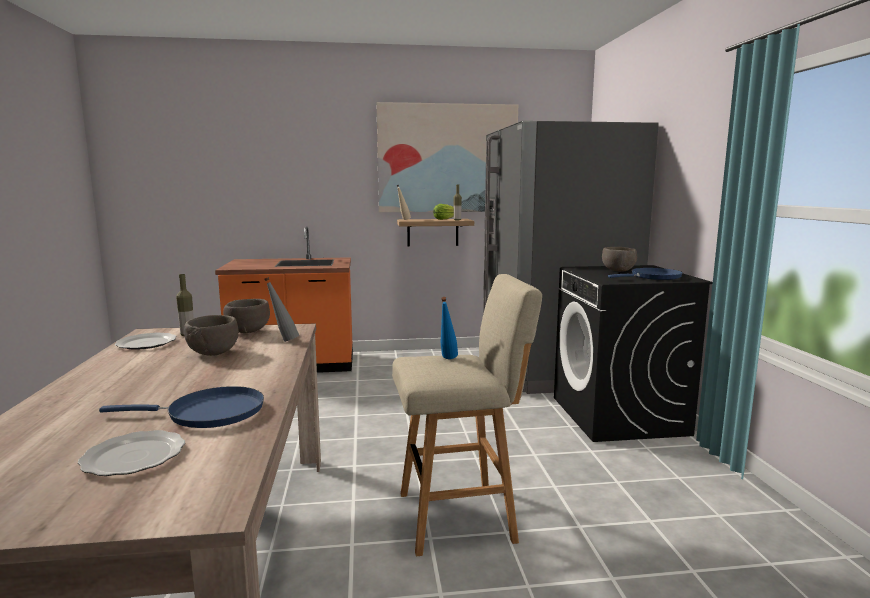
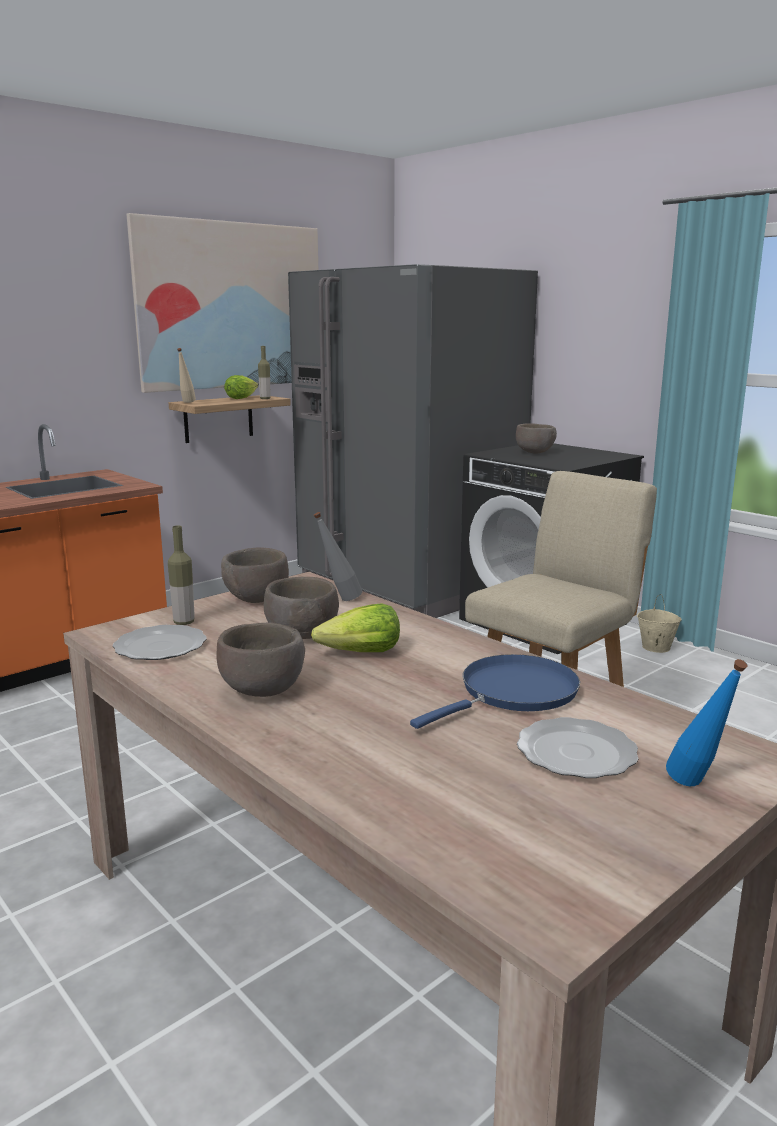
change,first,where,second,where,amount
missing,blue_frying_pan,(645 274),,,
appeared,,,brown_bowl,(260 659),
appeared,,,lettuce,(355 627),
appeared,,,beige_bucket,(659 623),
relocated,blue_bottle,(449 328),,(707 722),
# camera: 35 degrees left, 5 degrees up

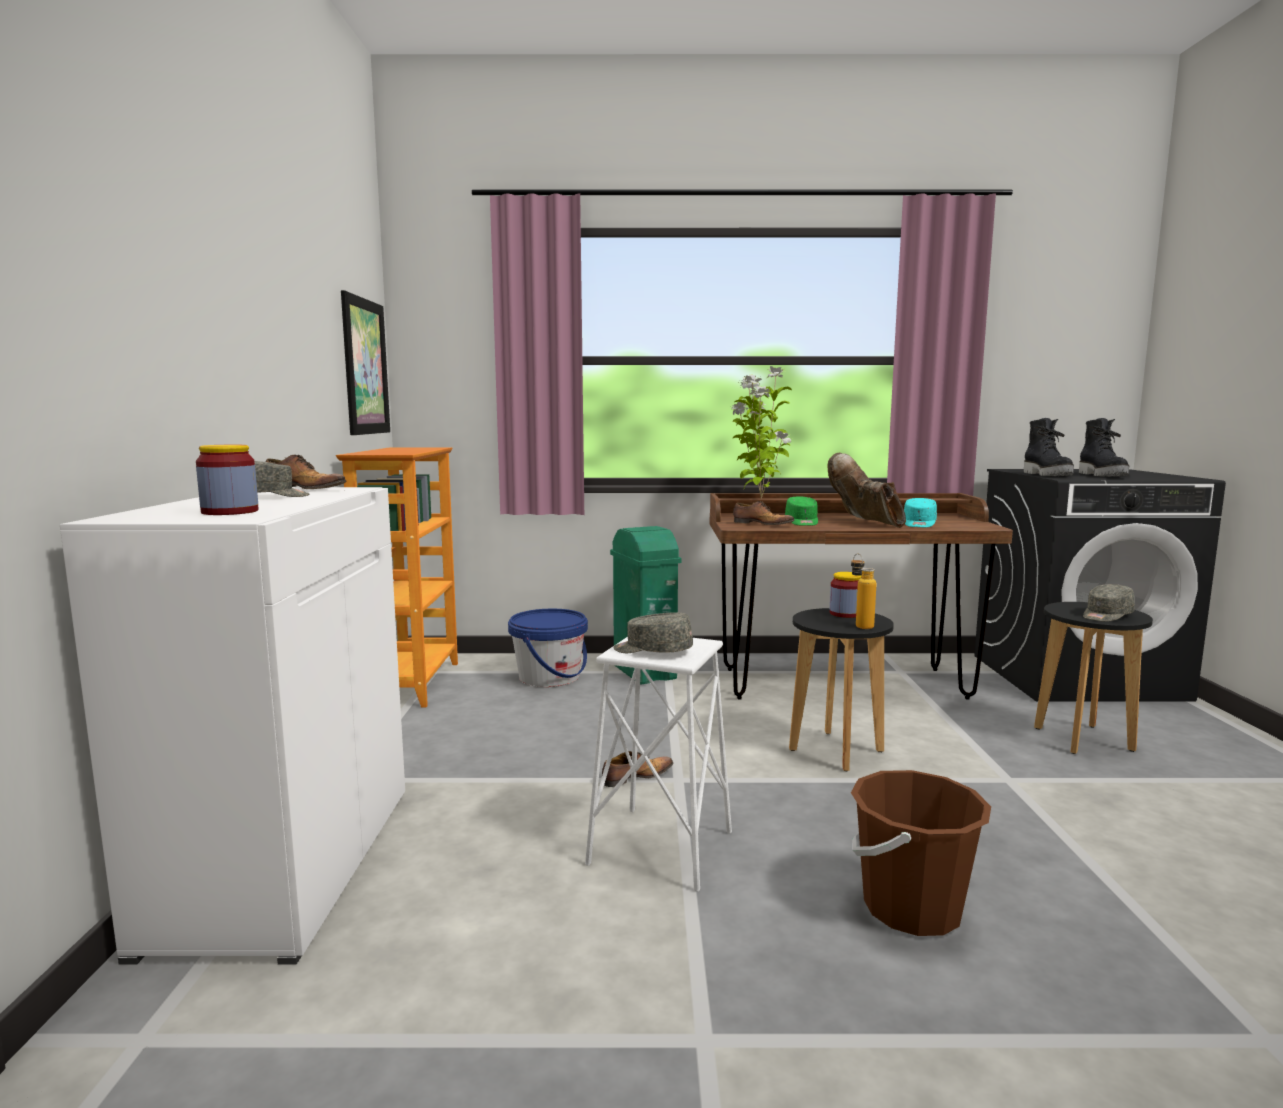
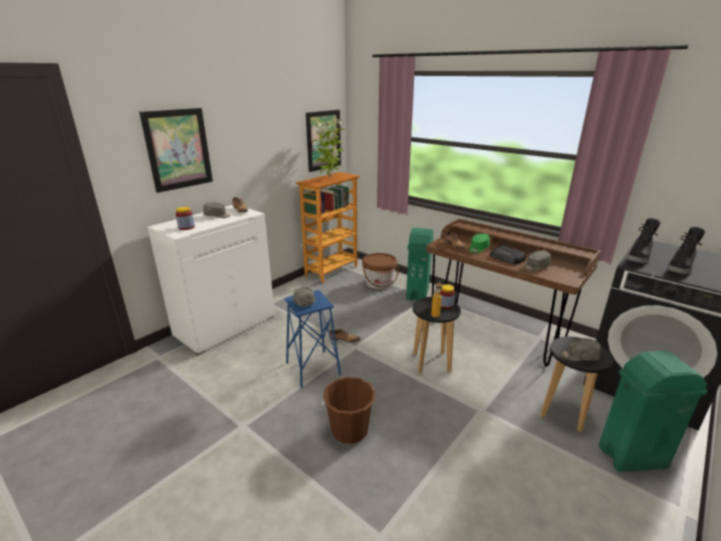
change,first,where,second,where,amount
appeared,,,picture,(176 150),
appeared,,,green_trash_can,(653 411),
relocated,potted_plant,(761 432),,(328 148),
exchanged,brown_boot,(866 490),radio,(508 254),
colour,blue_bucket,(548 648),brown_bucket,(380 271),
colour,white_stool,(658 764),blue_stool,(313 339),
colour,turquoise_cap,(920 512),grey_cap,(537 261),
# camera: 40 degrees right, 15 degrees up

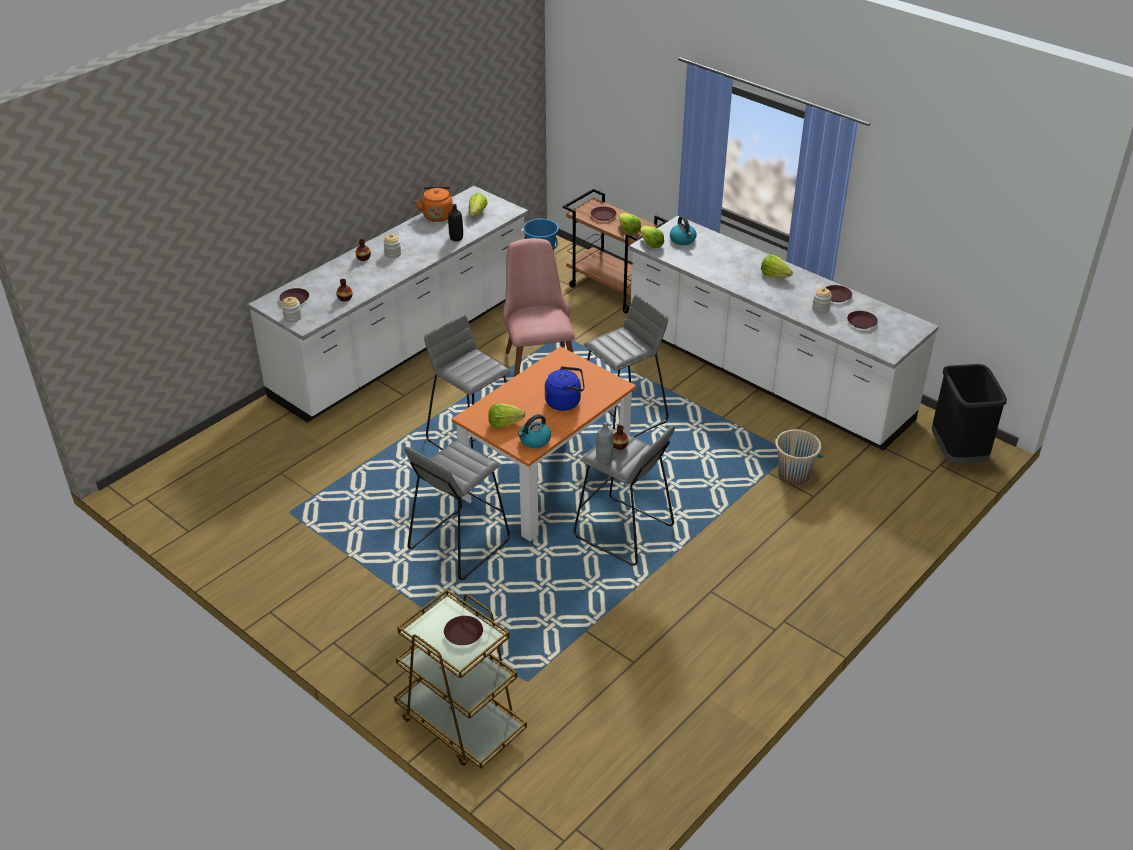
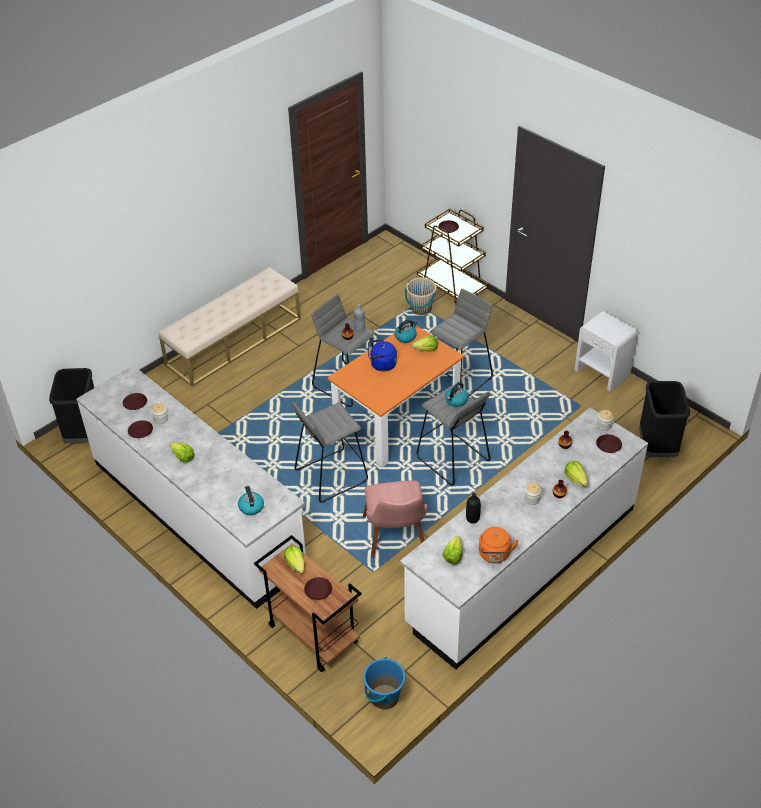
change,first,where,second,where,amount
appeared,,,beige_bench,(229 327),
appeared,,,kettle,(456 394),
appeared,,,white_nightstand,(606 351),
appeared,,,black_trash_can,(664 419),
relocated,lettuce,(652 237),,(576 474),
relocated,beige_bucket,(799 457),,(421 296),
# camera: 175 degrees left, 5 degrees up

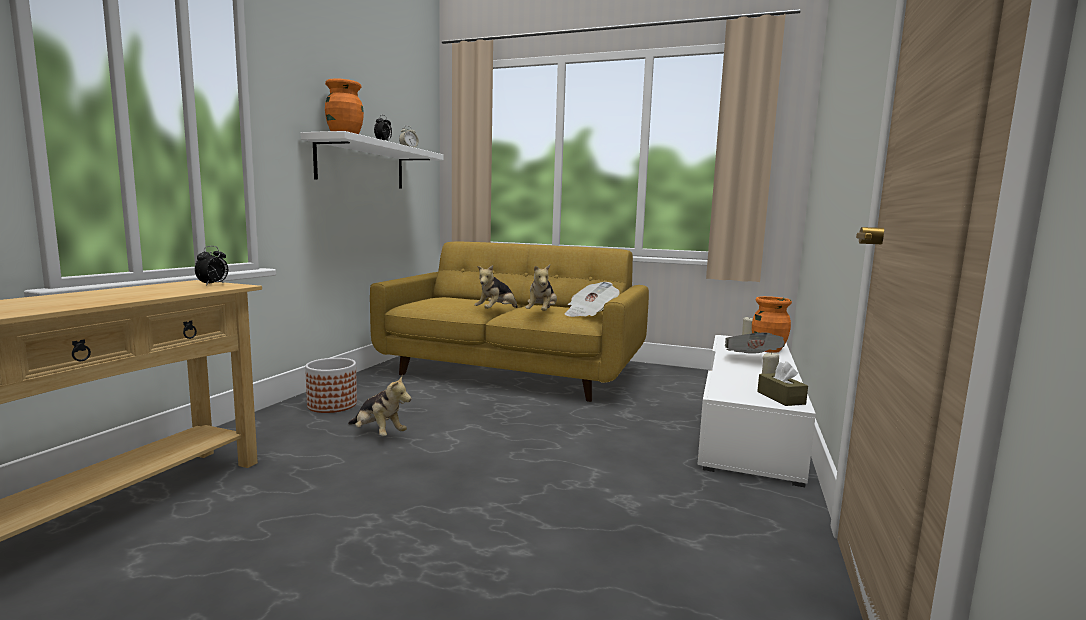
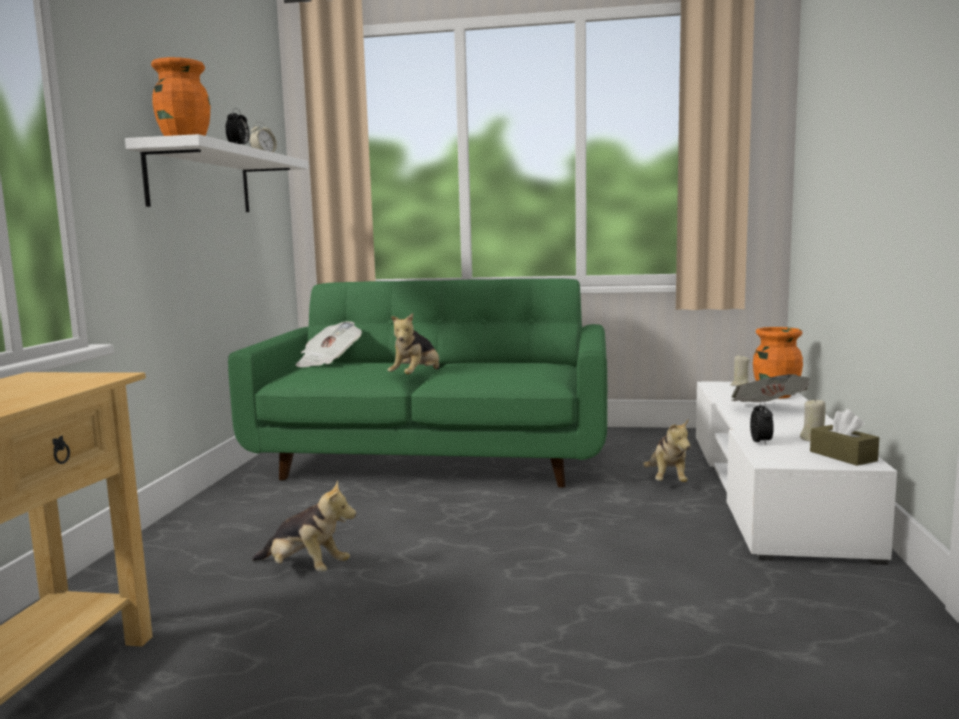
change,first,where,second,where,amount
missing,planter,(331 385),,,
relocated,alarm_clock,(211 266),,(762 423),
relocated,plush_toy,(541 288),,(667 450),
relocated,newspaper,(592 299),,(329 344),
colour,yellow_sofa,(509 322),green_sofa,(417 383),
# camera: 10 degrees left, 0 degrees up

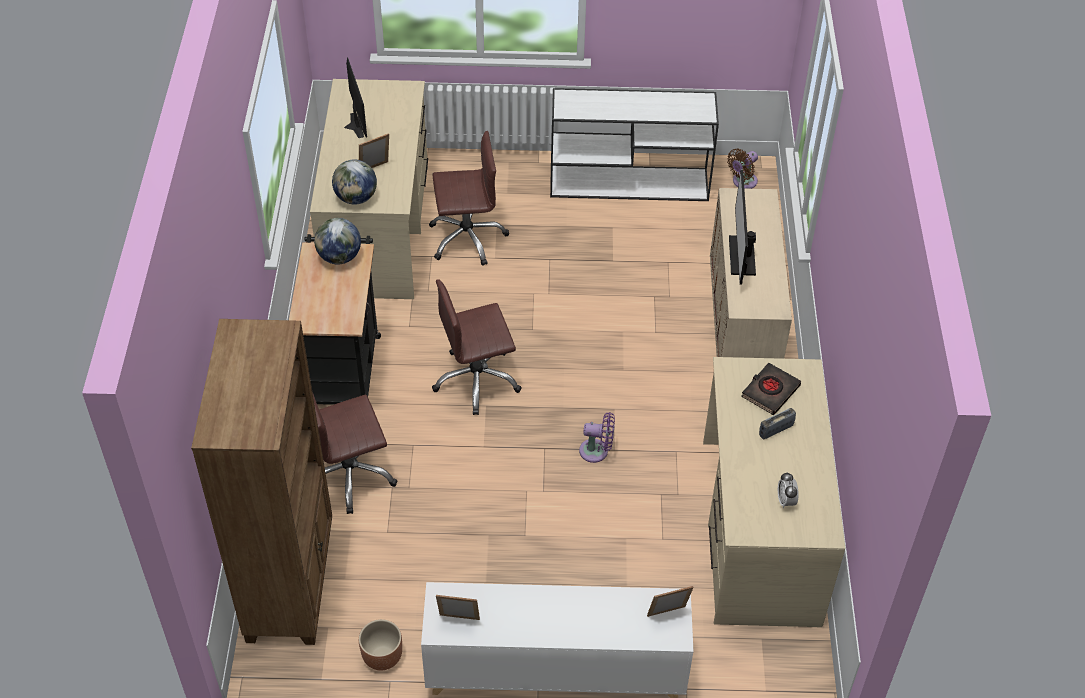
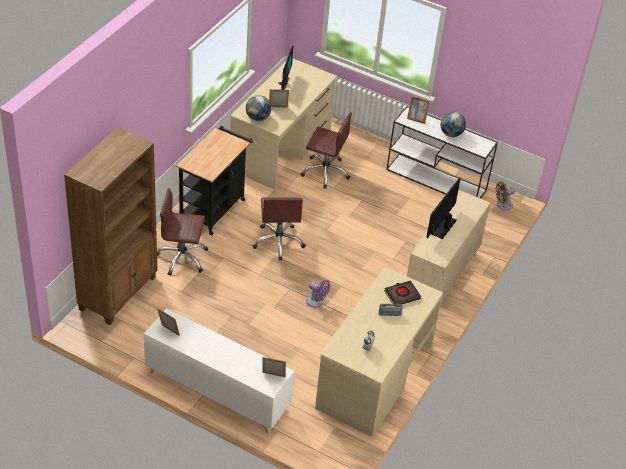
change,first,where,second,where,amount
missing,brown_planter,(380 644),,,
appeared,,,picture_frame,(418 110),
relocated,globe,(337 241),,(453 124),
spun,brown_office_chair,(477 347),,(279 229),105 degrees counterclockwise
# camera: 25 degrees right, 5 degrees down

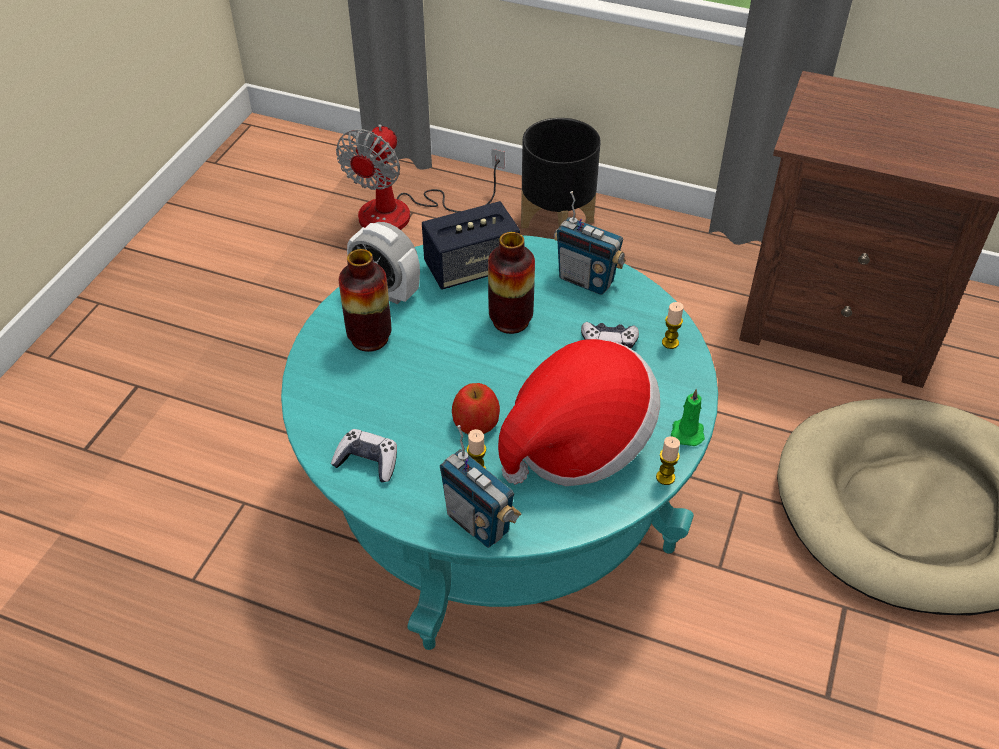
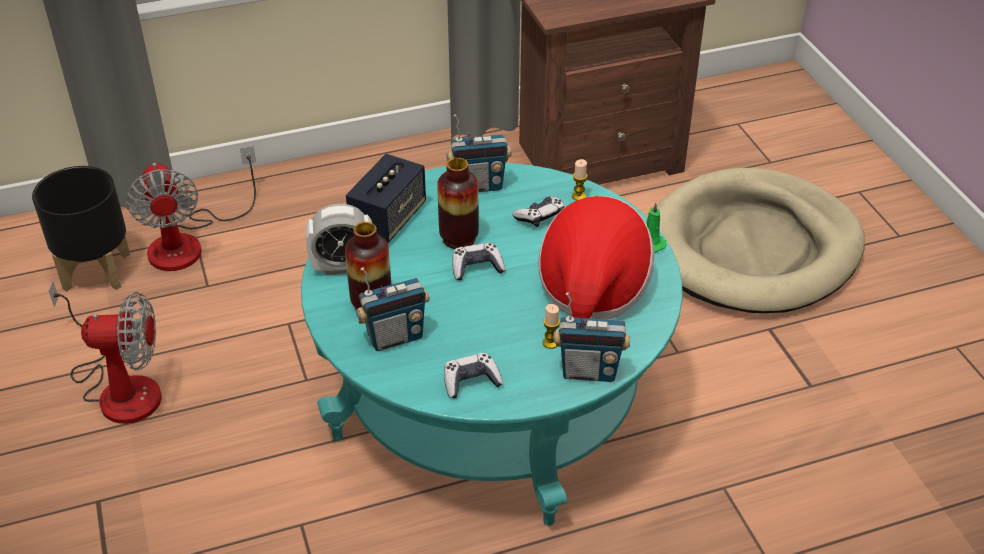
change,first,where,second,where,amount
missing,apple,(476 408),,,
missing,candle,(668 460),,,
appeared,,,fan,(105 352),
appeared,,,radio,(393 309),
appeared,,,game_controller,(478 261),
relocated,black_planter,(561 173),,(81 228),
# camera: 40 degrees left, 5 degrees down

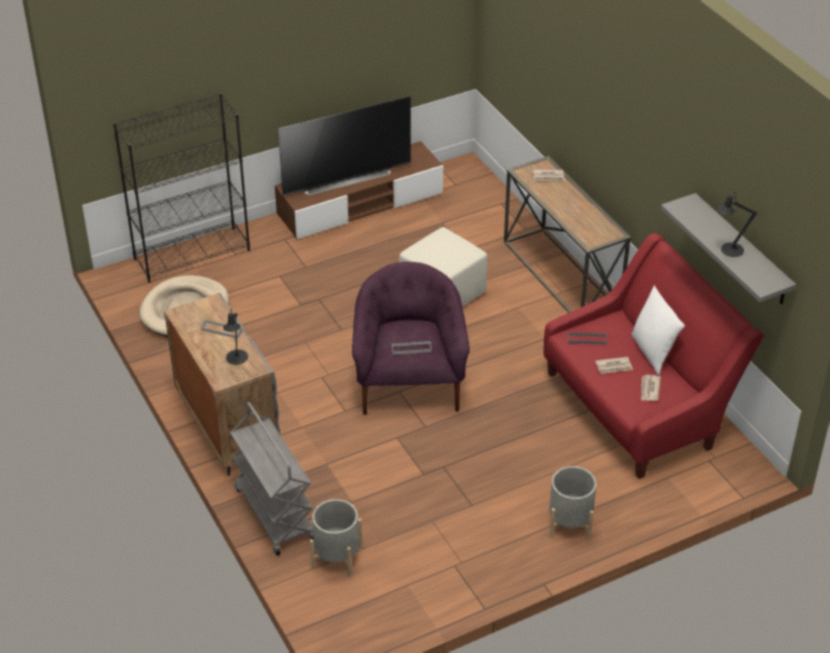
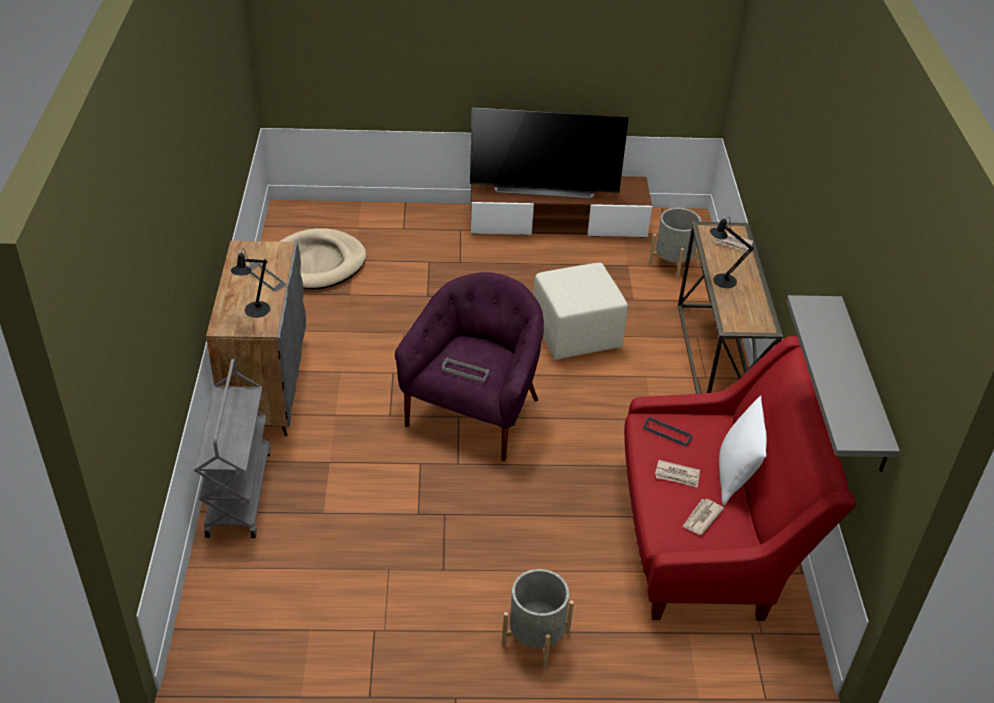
change,first,where,second,where,amount
missing,black_bookcase,(181 188),,,
relocated,grey_planter,(336 538),,(675 243),
relocated,black_table_lamp,(737 225),,(732 252),
# camera: 25 degrees right, 0 degrees up

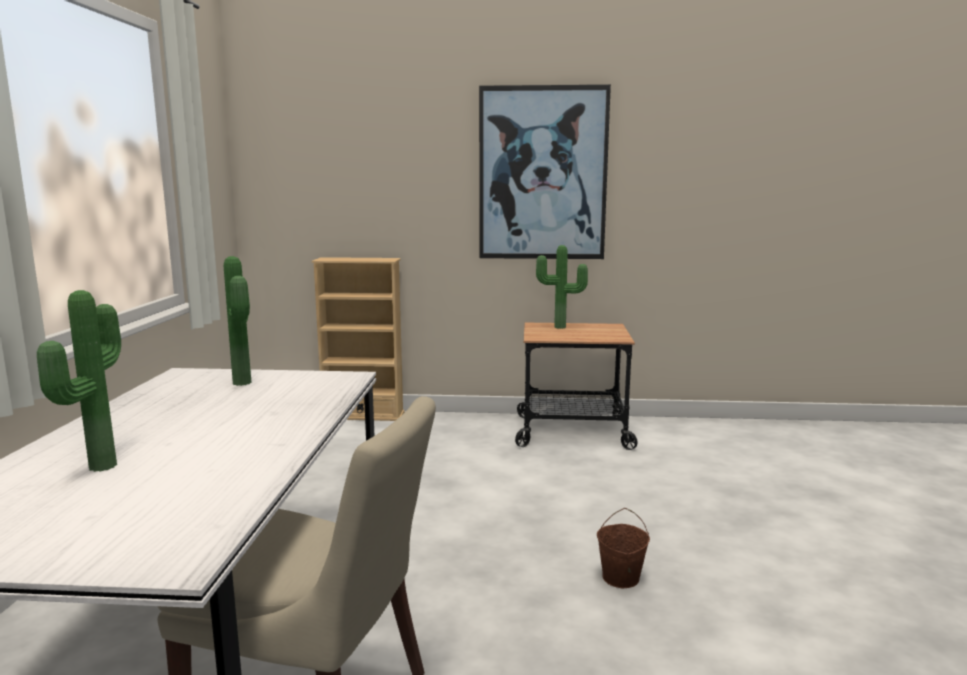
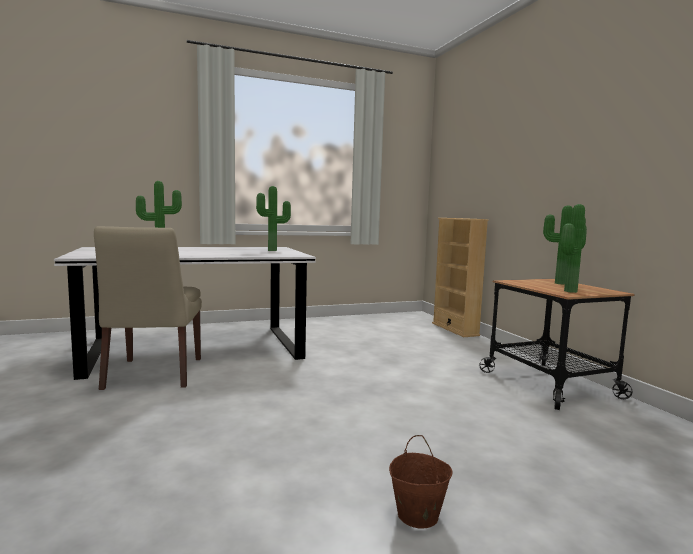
change,first,where,second,where,amount
missing,picture,(545 171),,,
appeared,,,potted_plant,(573 248),
relocated,brown_bucket,(623 548),,(420 481),
# camera: 65 degrees right, 5 degrees down

